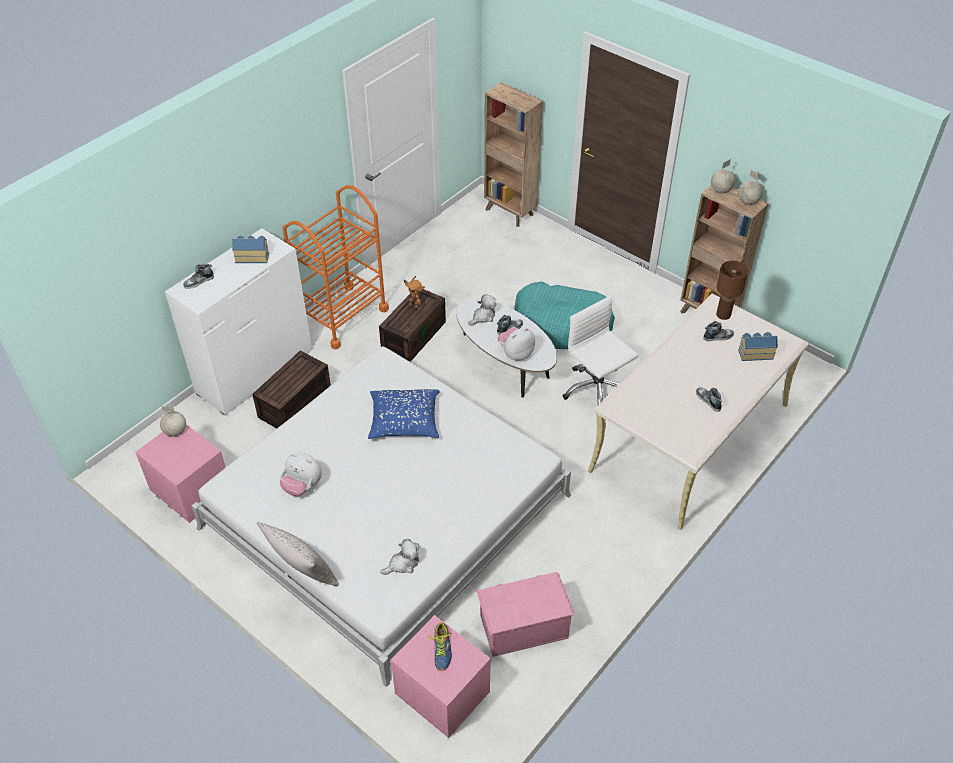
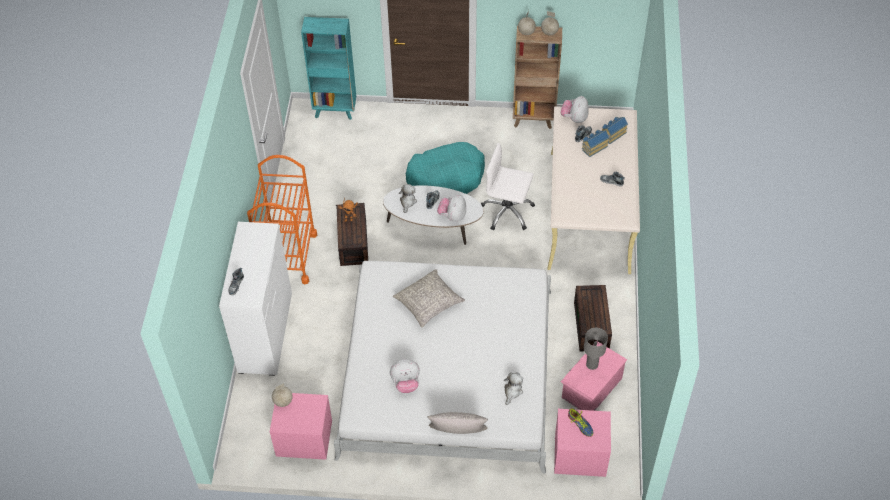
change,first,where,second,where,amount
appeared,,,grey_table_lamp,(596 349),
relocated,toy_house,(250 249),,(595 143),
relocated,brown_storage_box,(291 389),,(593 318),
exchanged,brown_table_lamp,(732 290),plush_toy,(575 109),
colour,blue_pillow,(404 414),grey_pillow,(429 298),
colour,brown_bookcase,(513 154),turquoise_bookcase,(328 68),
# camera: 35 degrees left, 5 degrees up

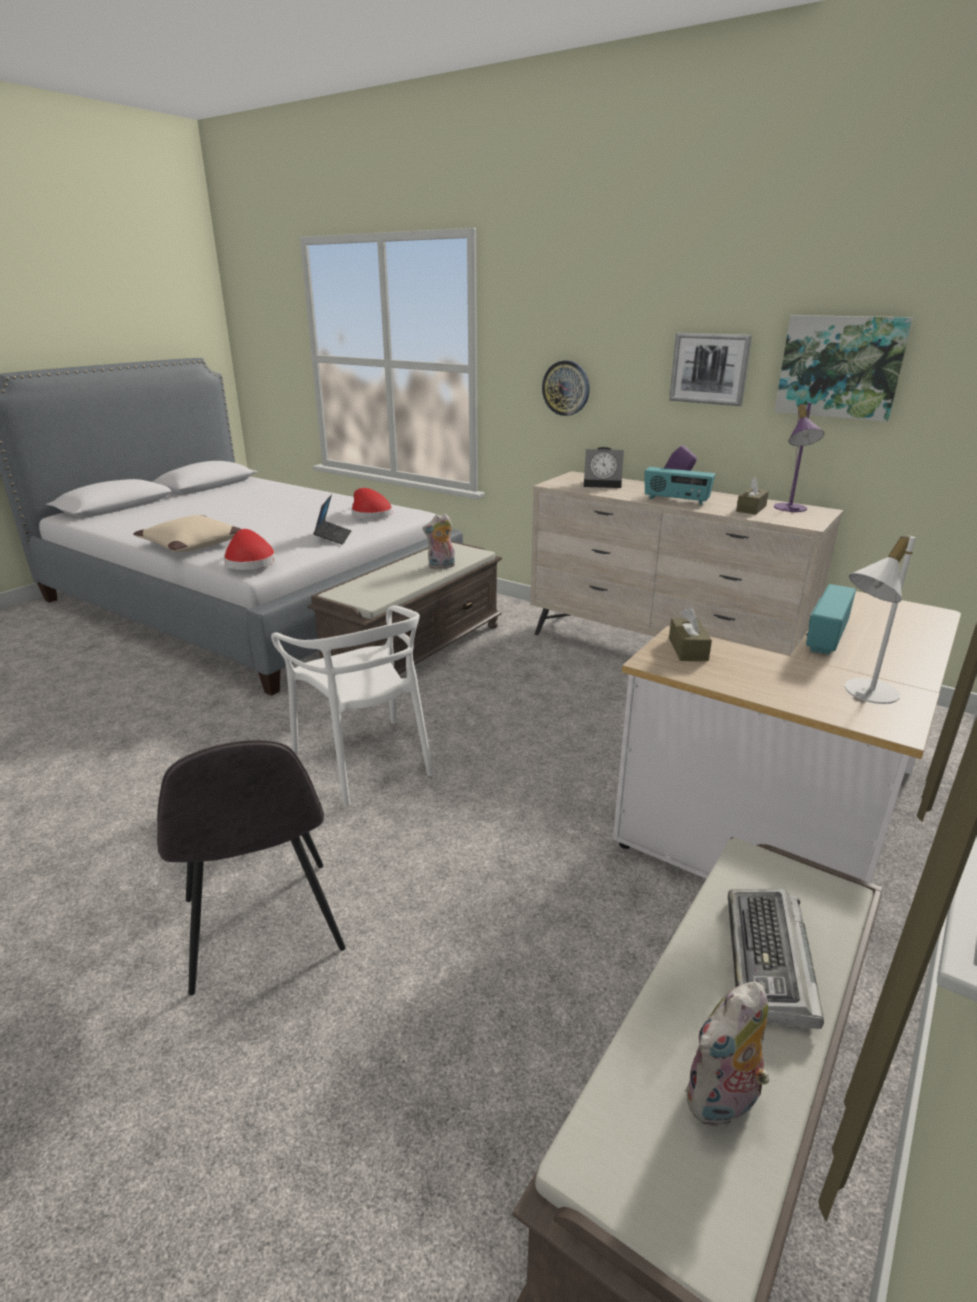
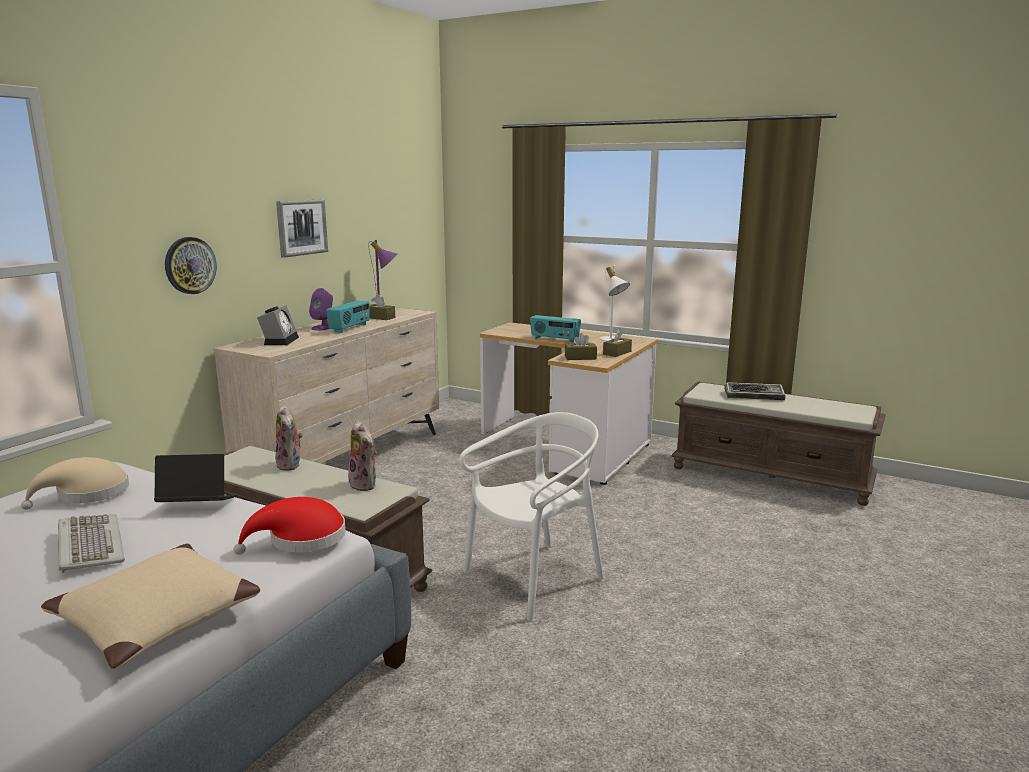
change,first,where,second,where,amount
missing,grey_chair,(251 867),,,
missing,picture,(844 368),,,
appeared,,,keyboard,(91 543),
appeared,,,brown_tissue_box,(617 343),
relocated,plush_toy,(727 1055),,(362 456),
colour,red_hat,(371 503),beige_hat,(75 483),
# camera: 95 degrees left, 10 degrees down

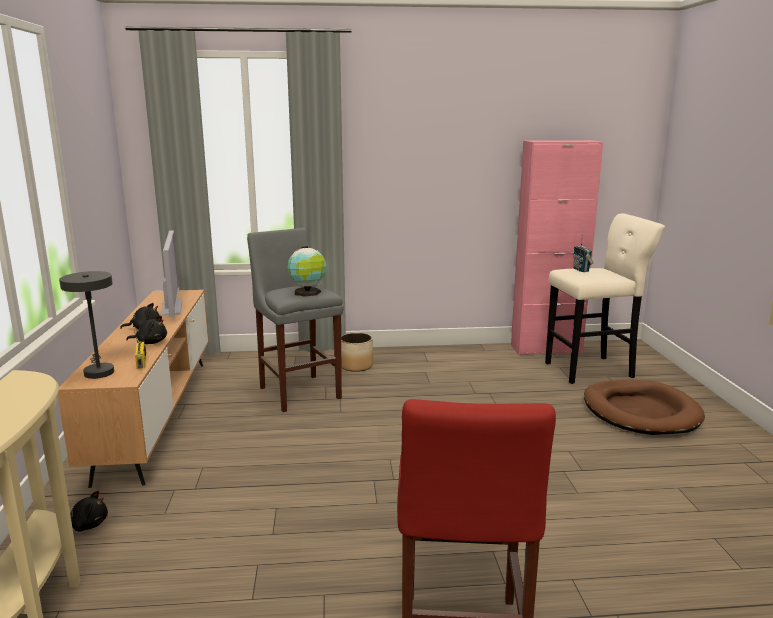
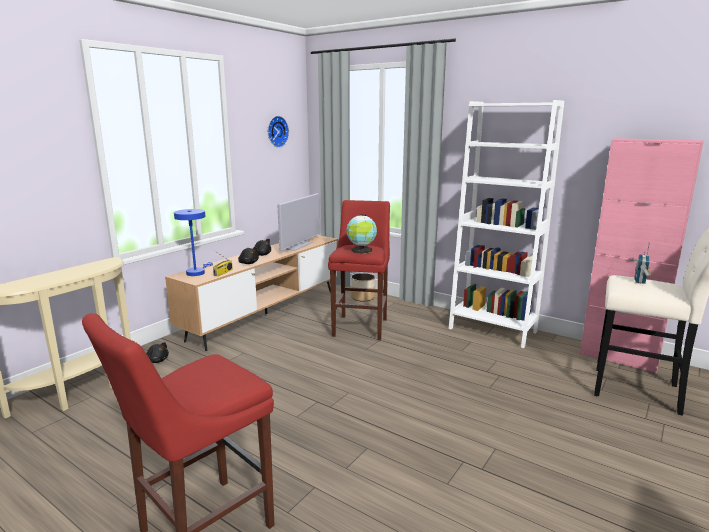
change,first,where,second,where,amount
missing,brown_dog_bed,(644 407),,,
appeared,,,wall_clock,(278 132),
appeared,,,white_bookcase,(506 224),
relocated,planter,(357 352),,(363 287),
colour,grey_table_lamp,(86 325),blue_table_lamp,(193 242),
colour,grey_stool,(295 320),red_stool,(359 270),
# camera: 40 degrees right, 0 degrees up

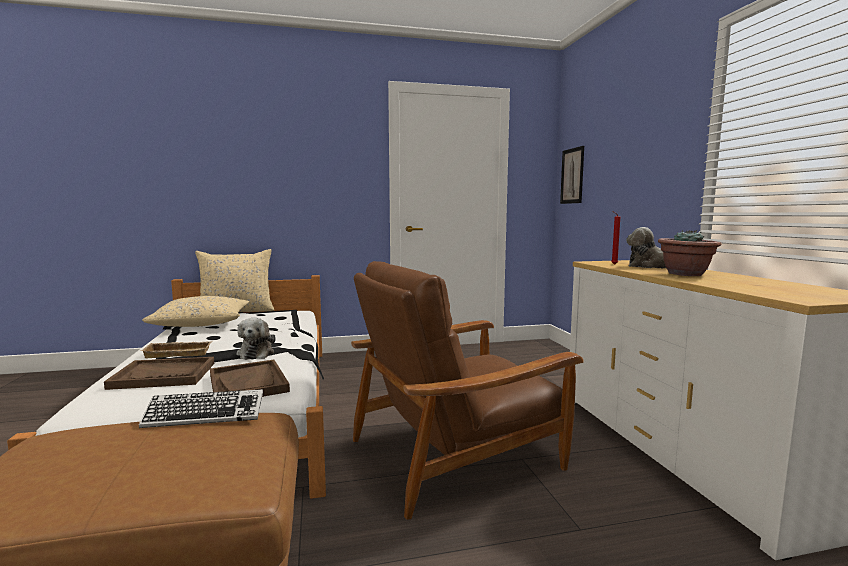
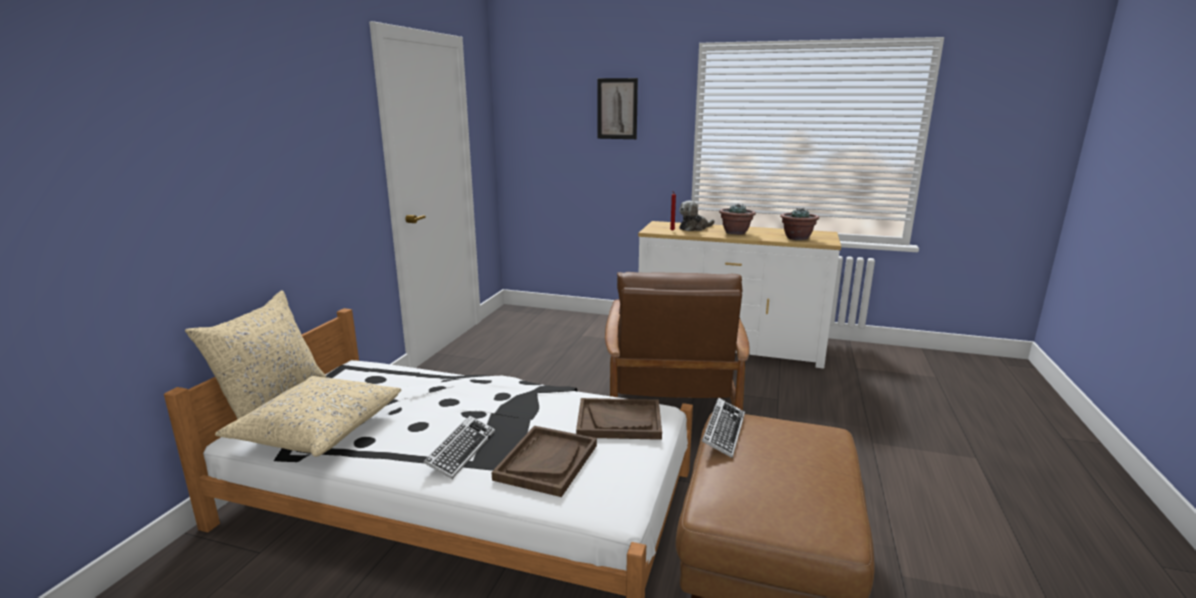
change,first,where,second,where,amount
missing,plush_toy,(256 339),,,
appeared,,,potted_plant,(799 224),
relocated,picture,(572 175),,(618 108),
exchanged,beige_tray,(176 349),keyboard,(459 447),
# camera: 60 degrees left, 10 degrees up

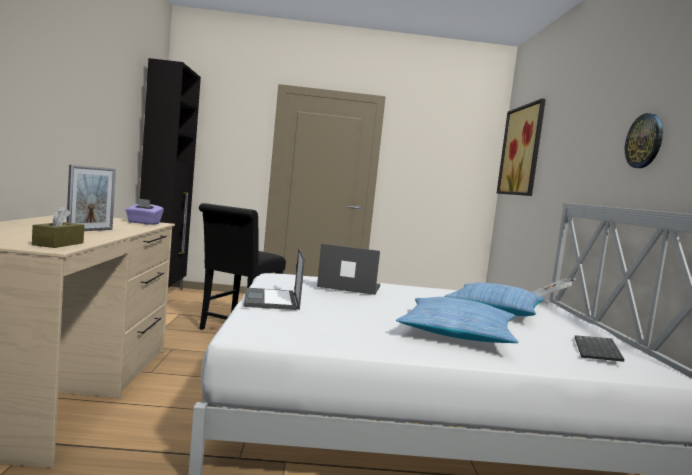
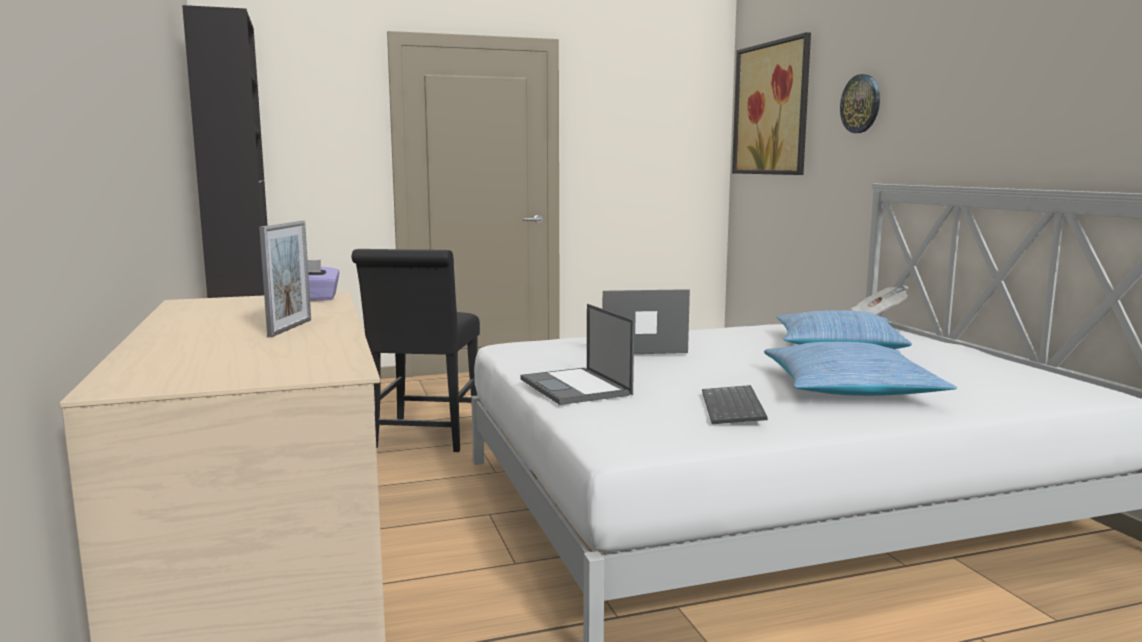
change,first,where,second,where,amount
missing,brown_tissue_box,(58 227),,,
relocated,keyboard,(599 348),,(735 404),
relocated,wall_clock,(644 140),,(860 103),
# camera: 15 degrees left, 5 degrees up

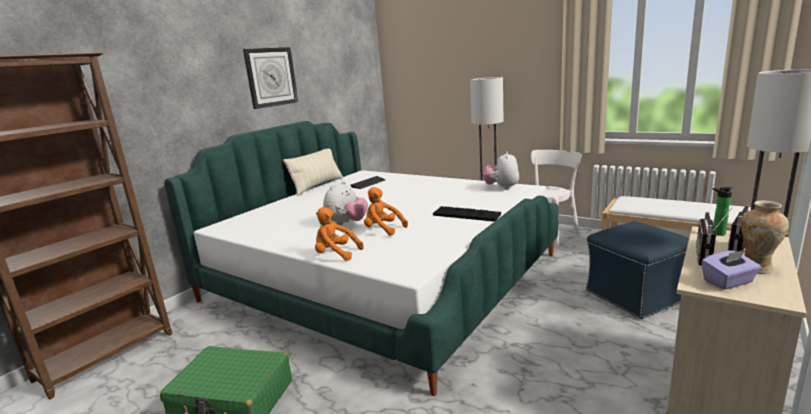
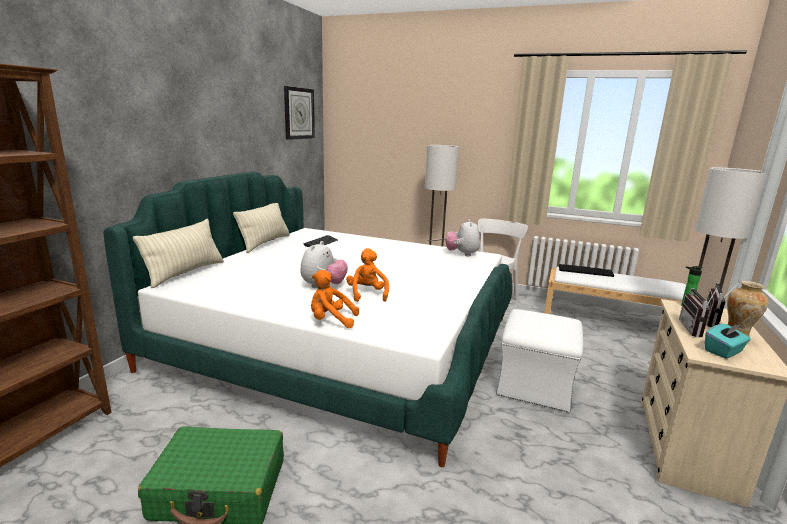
change,first,where,second,where,amount
missing,blue_ottoman,(637 270),,,
appeared,,,beige_pillow,(178 253),
appeared,,,white_ottoman,(539 361),
relocated,wall_clock,(270 78),,(299 113),
relocated,keyboard,(467 214),,(586 270),
colour,purple_tissue_box,(731 270),turquoise_tissue_box,(728 341),
spun,orange_plush_toy,(386 211),,(367 275),60 degrees clockwise
# camera: 15 degrees left, 0 degrees up

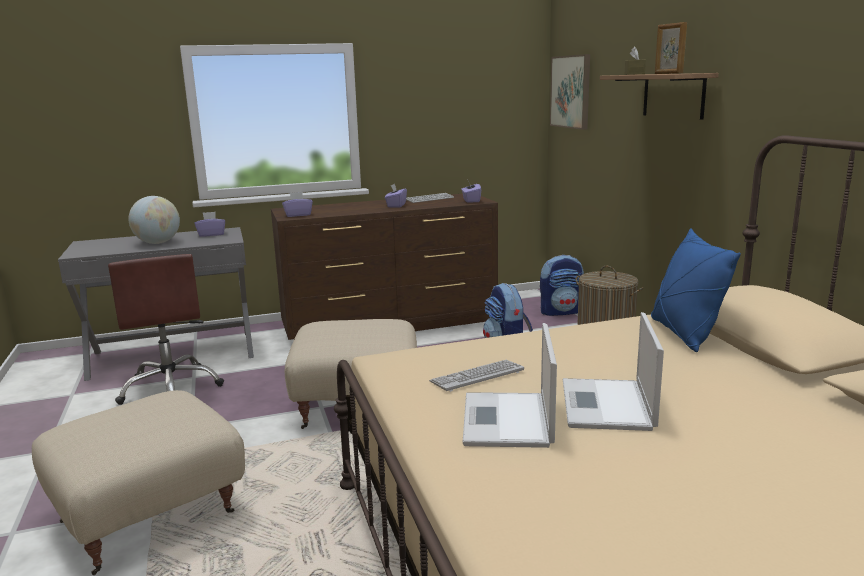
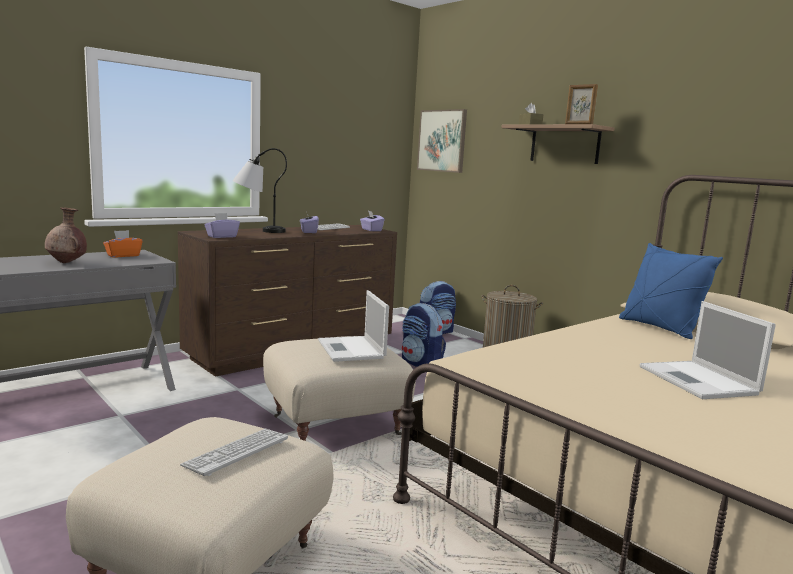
change,first,where,second,where,amount
missing,brown_office_chair,(166 329),,,
appeared,,,table_lamp,(260 190),
relocated,keyboard,(476 376),,(234 452),
relocated,laptop,(510 385),,(353 326),
exchanged,globe,(154 220),brown_vase,(66 235),
colour,purple_tissue_box,(210 224),orange_tissue_box,(123 243),
# camera: 25 degrees left, 5 degrees down

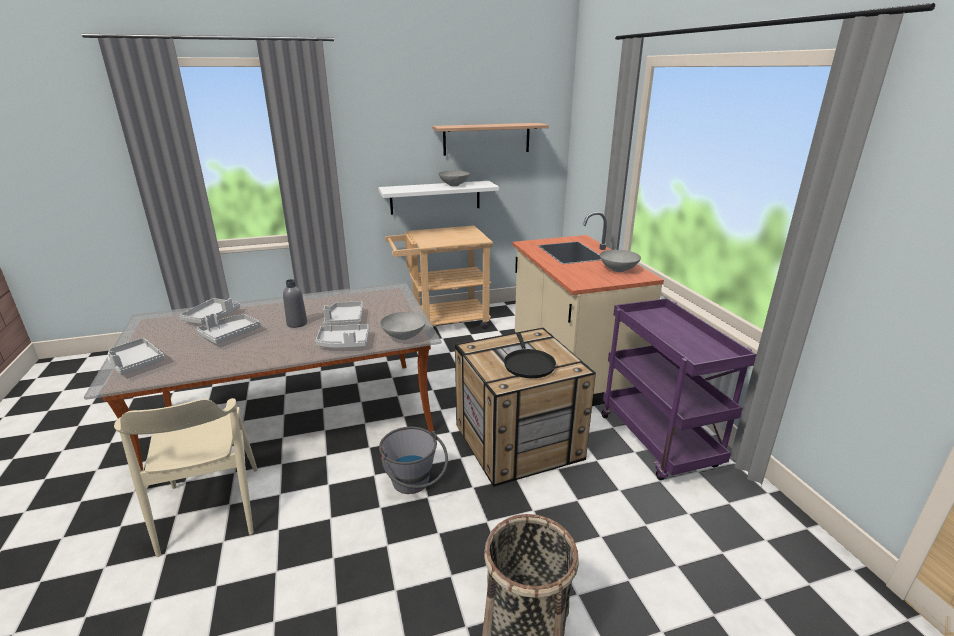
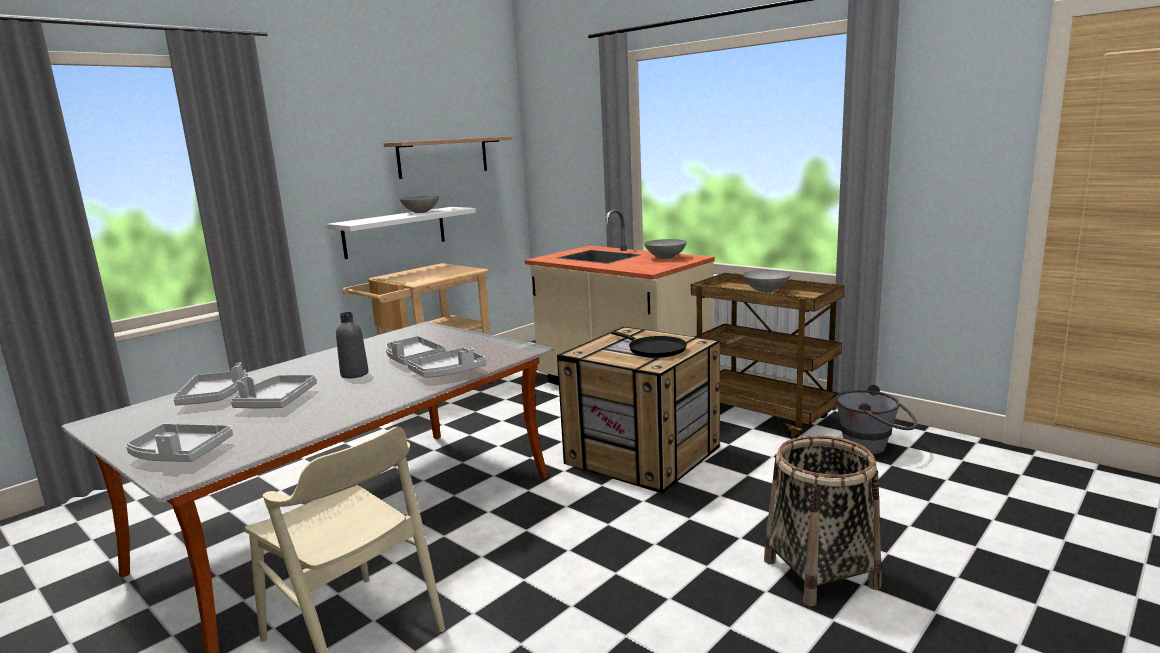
change,first,where,second,where,amount
relocated,grey_bucket,(413 460),,(876 420),
relocated,grey_bowl,(403 326),,(767 281),
colour,purple_cart,(679 389),brown_cart,(768 356),
# camera: 30 degrees left, 10 degrees down

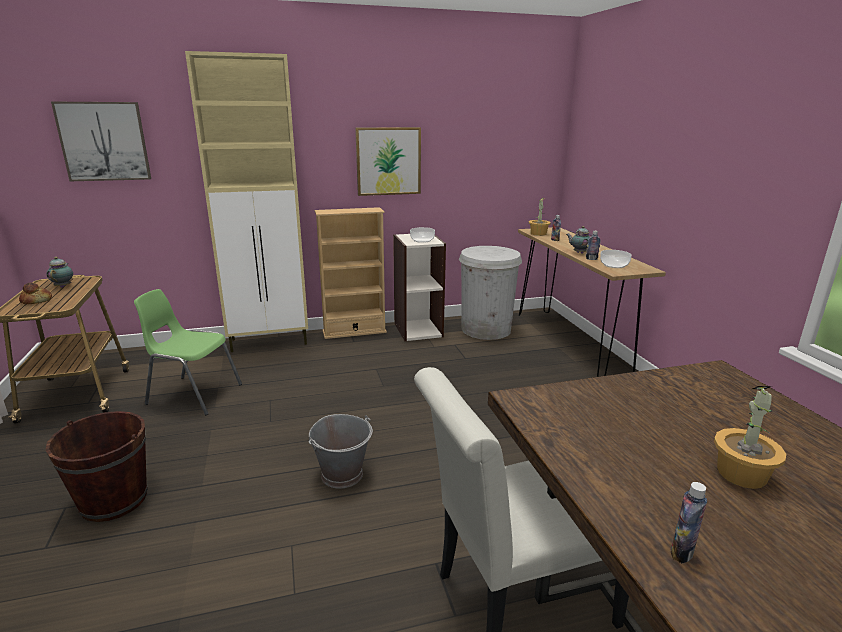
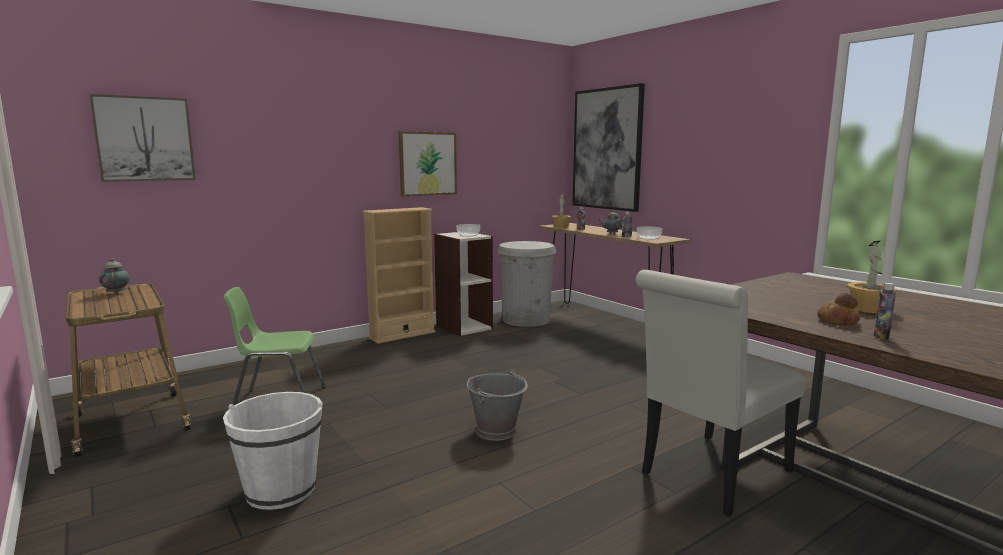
change,first,where,second,where,amount
missing,beige_cabinet,(246 201),,,
appeared,,,picture,(608 147),
relocated,bread,(35 293),,(838 309),
colour,brown_bucket,(96 466),white_bucket,(273 451),
# camera: 20 degrees left, 10 degrees down

